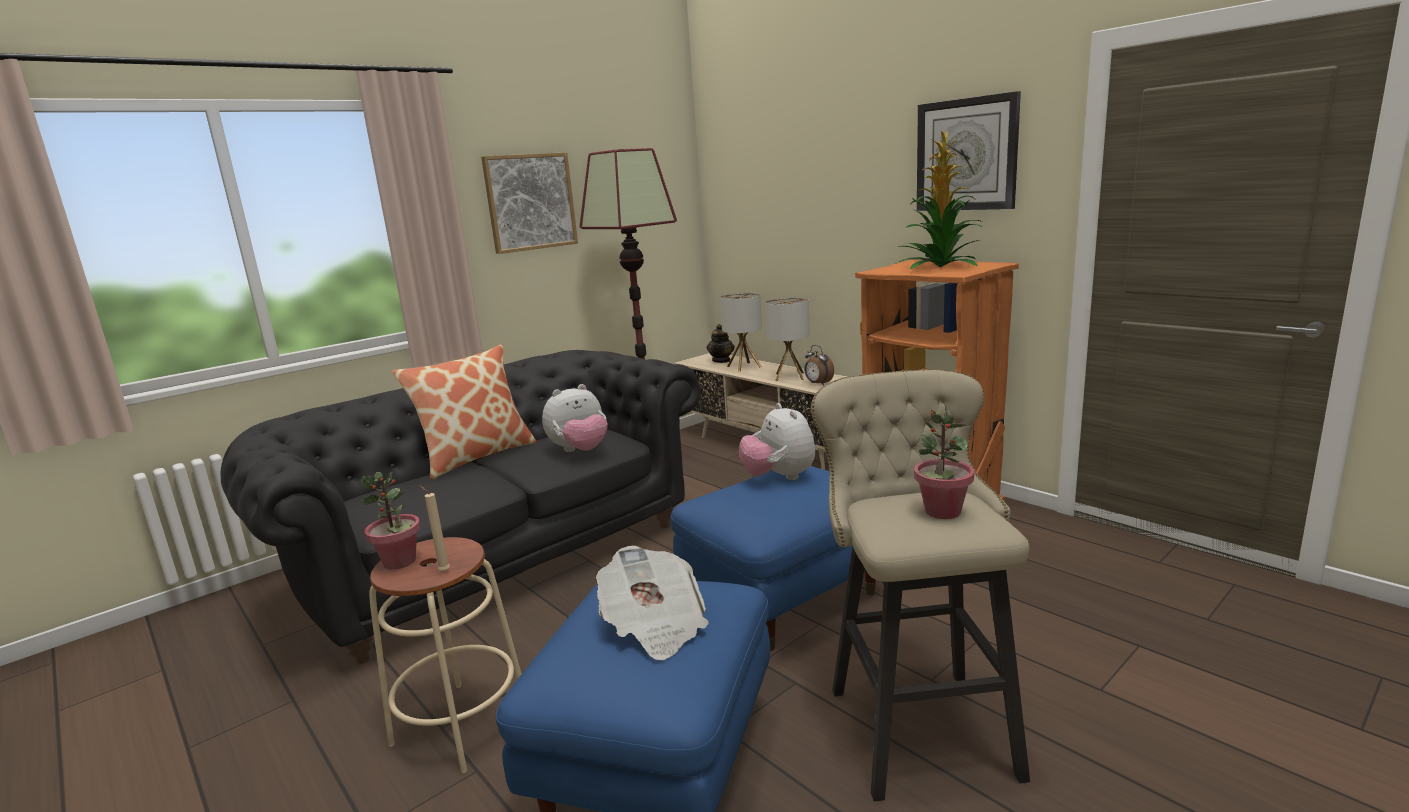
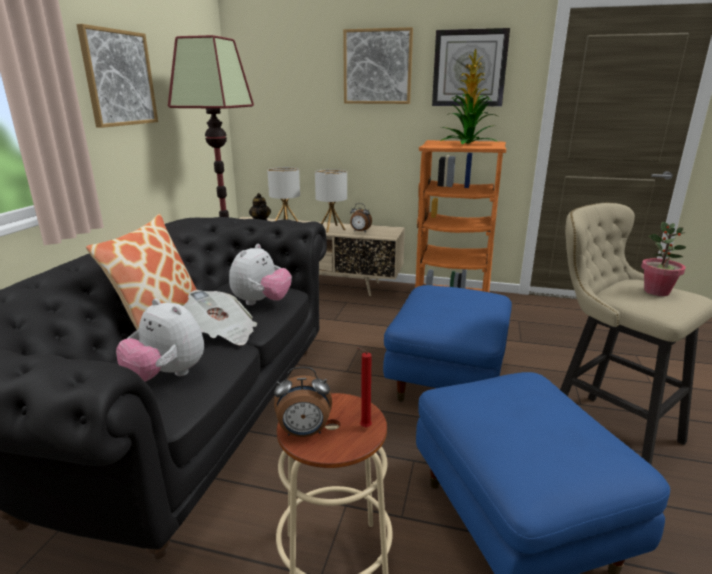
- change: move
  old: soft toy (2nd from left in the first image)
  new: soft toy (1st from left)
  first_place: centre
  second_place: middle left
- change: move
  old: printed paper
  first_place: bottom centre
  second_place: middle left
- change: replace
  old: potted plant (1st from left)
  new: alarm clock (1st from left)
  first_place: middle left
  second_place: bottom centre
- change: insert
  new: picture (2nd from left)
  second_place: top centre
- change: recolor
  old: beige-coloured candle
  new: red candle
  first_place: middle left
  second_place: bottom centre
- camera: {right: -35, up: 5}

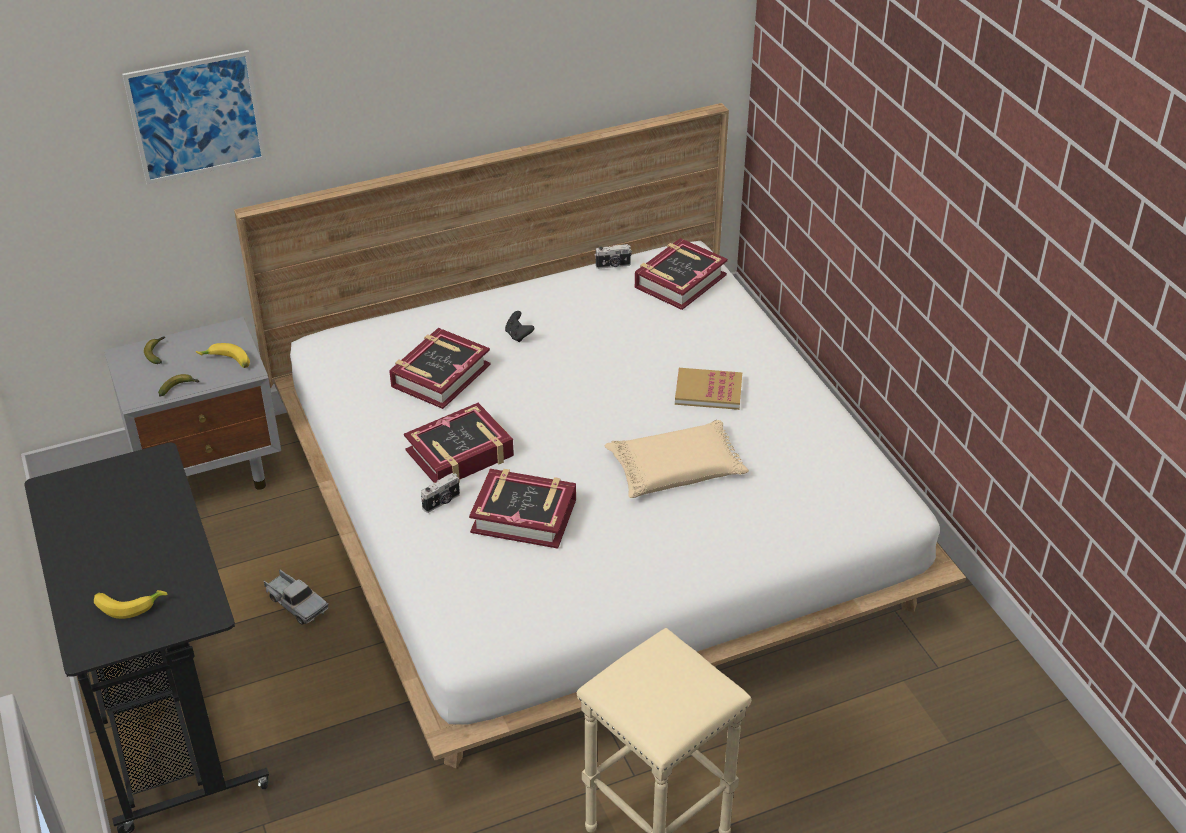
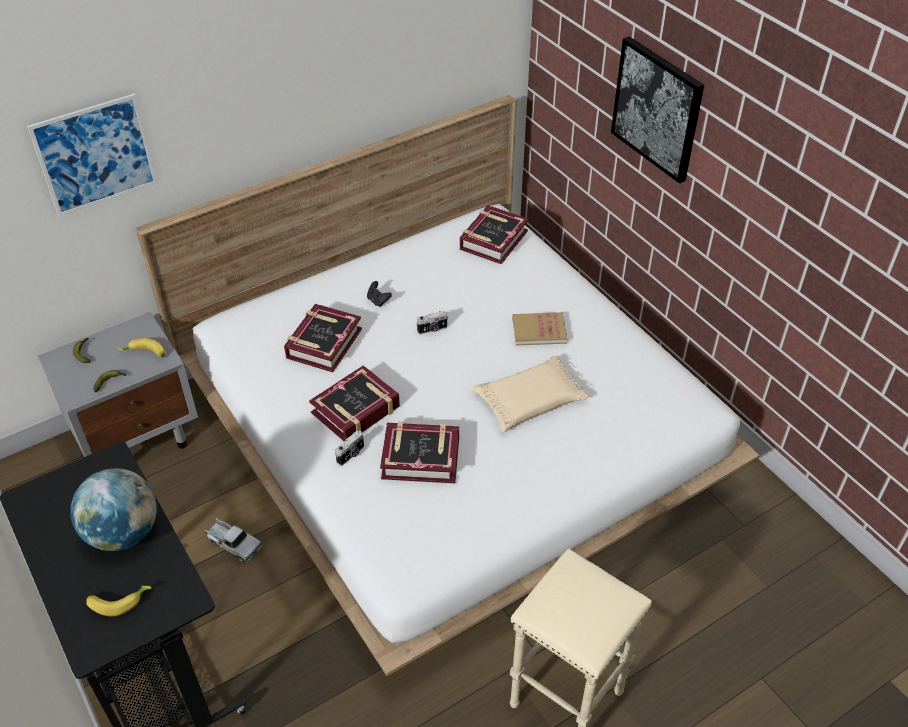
- change: insert
  new: desk globe
  second_place: bottom left
- change: move
  old: photo camera (2nd from left)
  first_place: top centre
  second_place: centre
- change: insert
  new: picture (2nd from left)
  second_place: top right
- camera: {right: -10, up: 5}

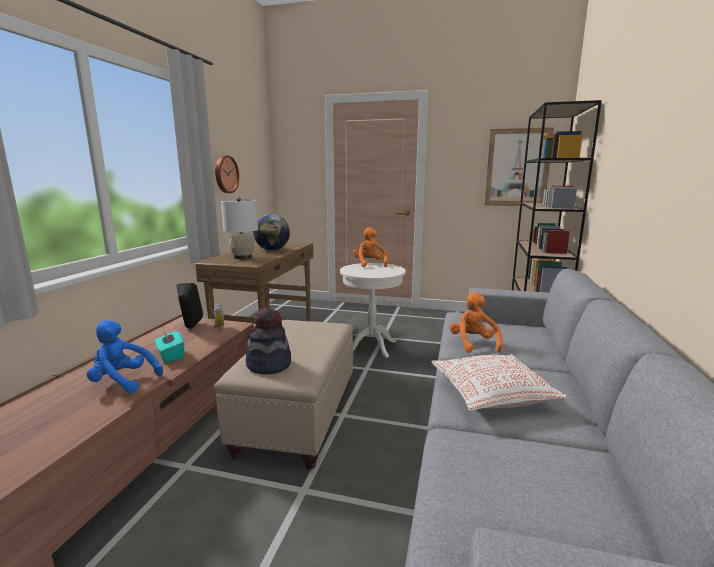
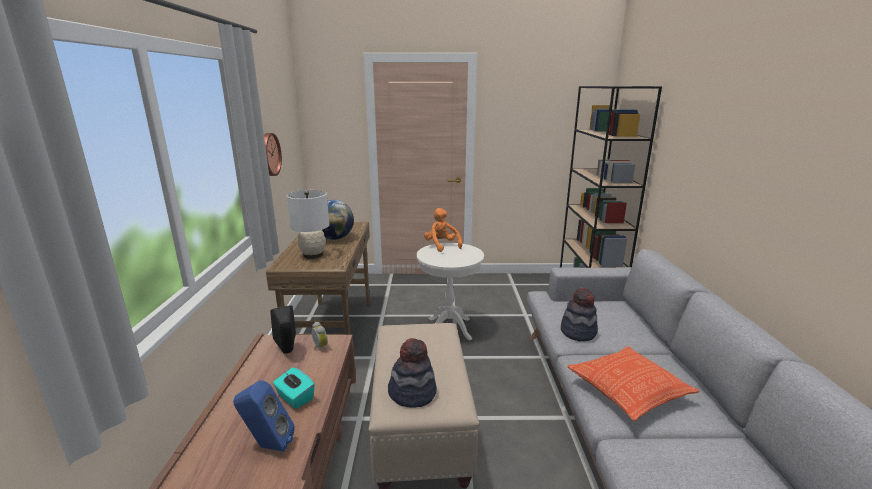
- change: replace
  old: blue soft toy
  new: blue speaker
  first_place: middle left
  second_place: bottom left
- change: replace
  old: orangey soft toy (2nd from left)
  new: clothing hat (2nd from left)
  first_place: middle right
  second_place: centre
- change: recolor
  old: white-coloured pillow
  new: orangey pillow
  first_place: bottom right
  second_place: bottom right
- change: delete
  old: picture
  first_place: top right
- camera: {right: -15, up: 5}

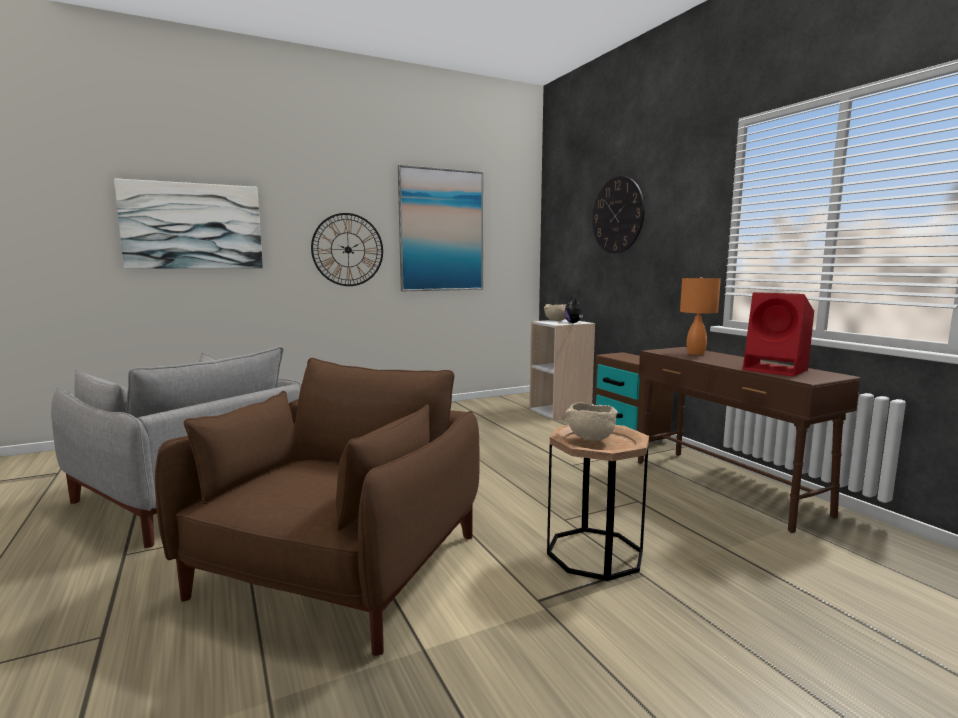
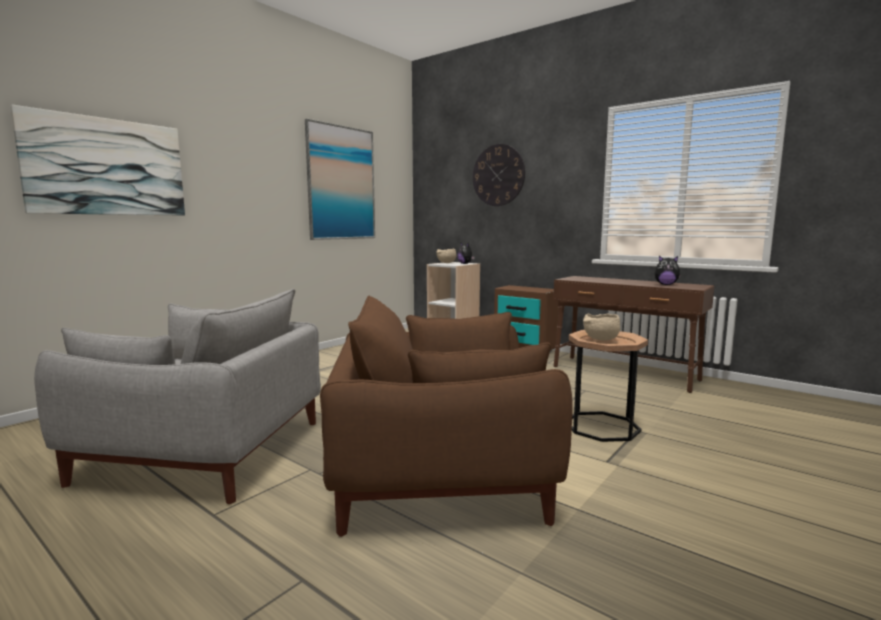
- change: rotate
  old: brown-coloured lounge chair
  first_place: bottom left
  second_place: bottom centre
  degrees: -90
- change: replace
  old: red speaker
  new: soft toy (2nd from left)
  first_place: middle right
  second_place: middle right
- change: delete
  old: wall clock (1st from left)
  first_place: centre
- change: delete
  old: orangey table lamp
  first_place: middle right
- camera: {right: -25, up: 0}

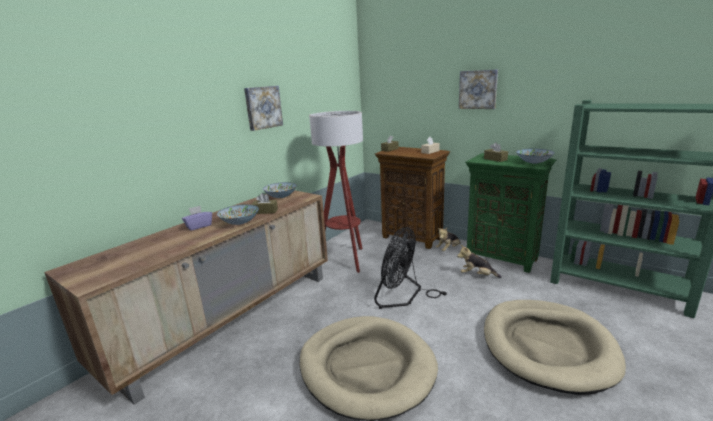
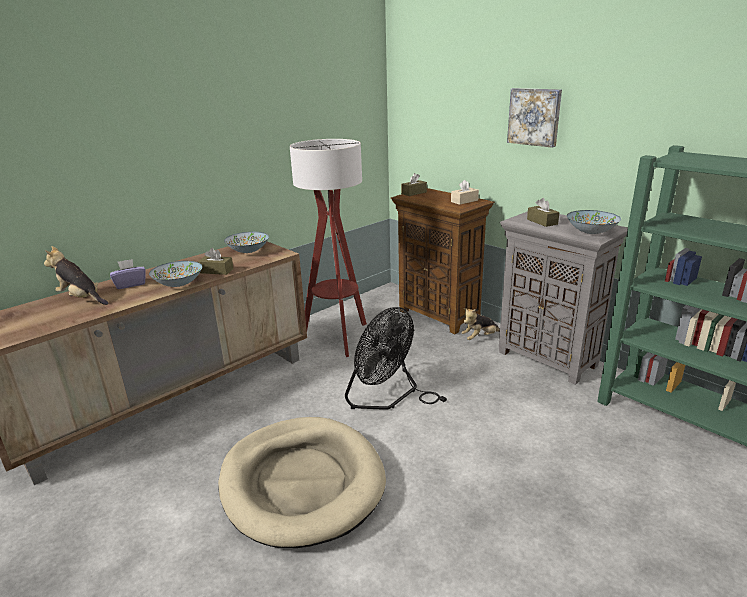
- change: move
  old: soft toy (2nd from left in the first image)
  new: soft toy (1st from left)
  first_place: middle right
  second_place: middle left
- change: recolor
  old: green cupboard
  new: gray cupboard
  first_place: middle right
  second_place: middle right
- change: delete
  old: picture (1st from left)
  first_place: top centre
- change: delete
  old: beige-coloured dog cushion (2nd from left)
  first_place: bottom right
- camera: {right: 10, up: 5}

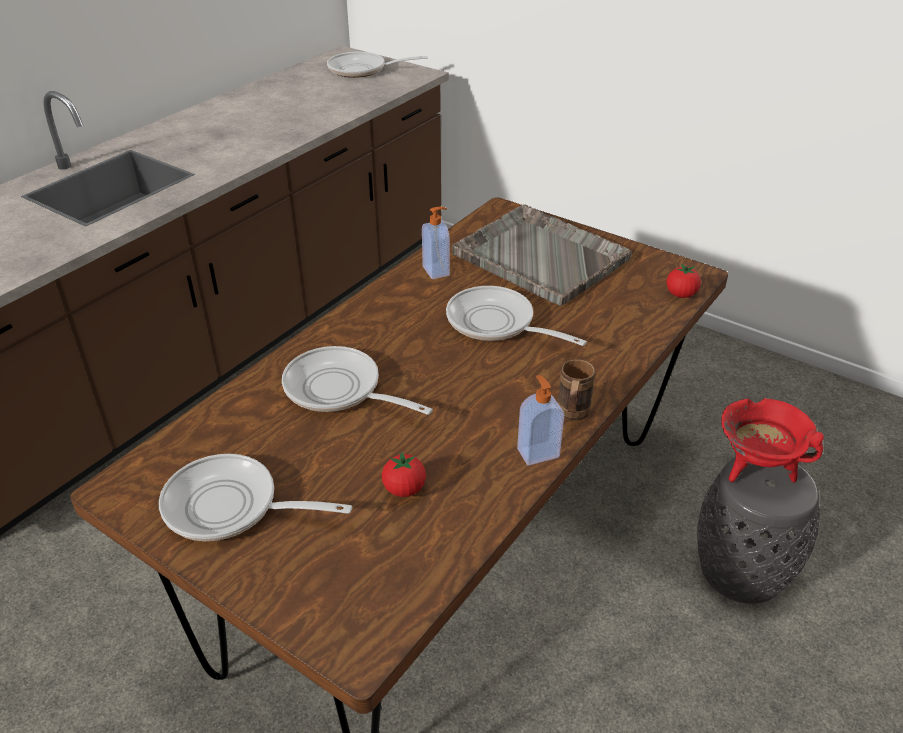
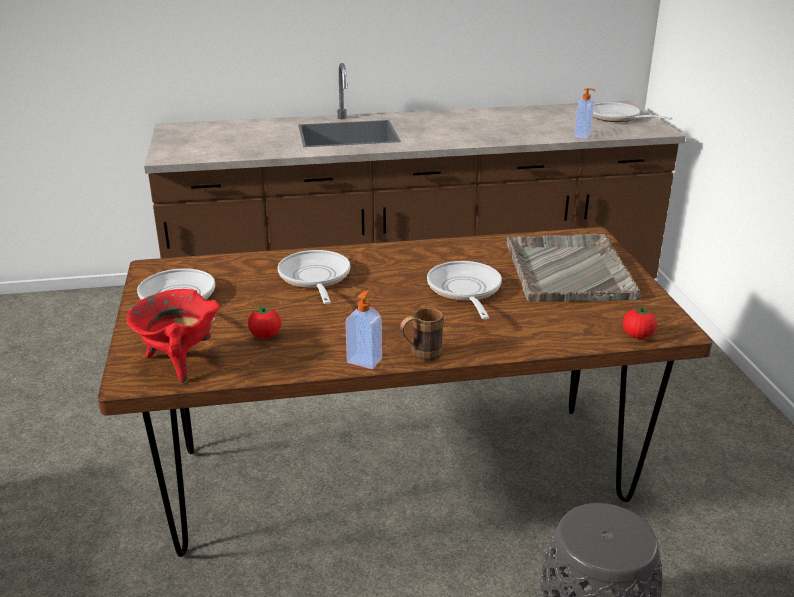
- change: move
  old: red stockpot
  first_place: middle right
  second_place: middle left
- change: move
  old: liquid soap bottle (1st from left in the first image)
  new: liquid soap bottle (2nd from left)
  first_place: top centre
  second_place: top right
- camera: {right: 45, up: -10}

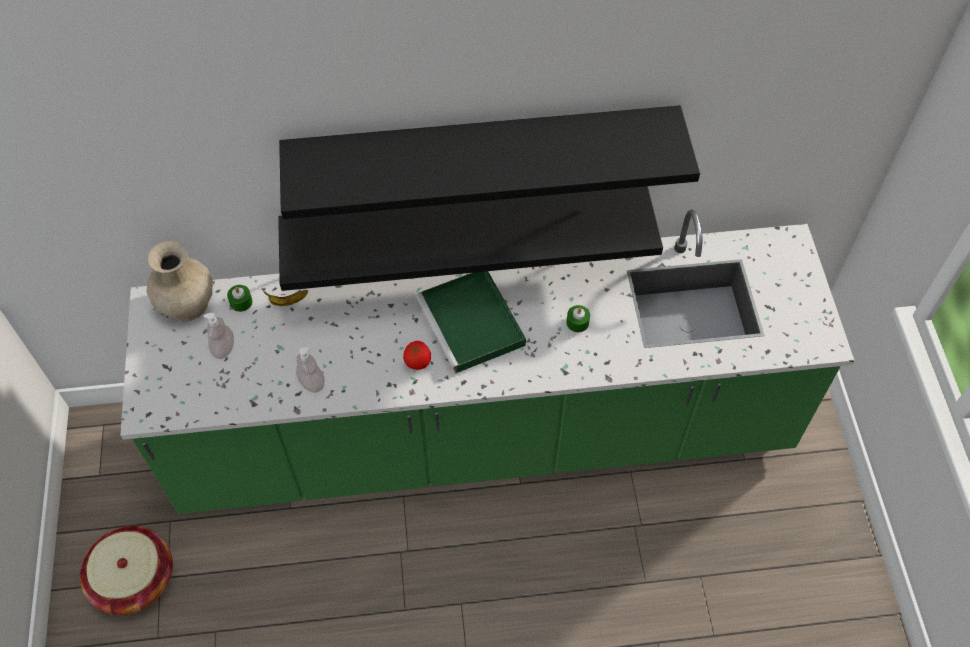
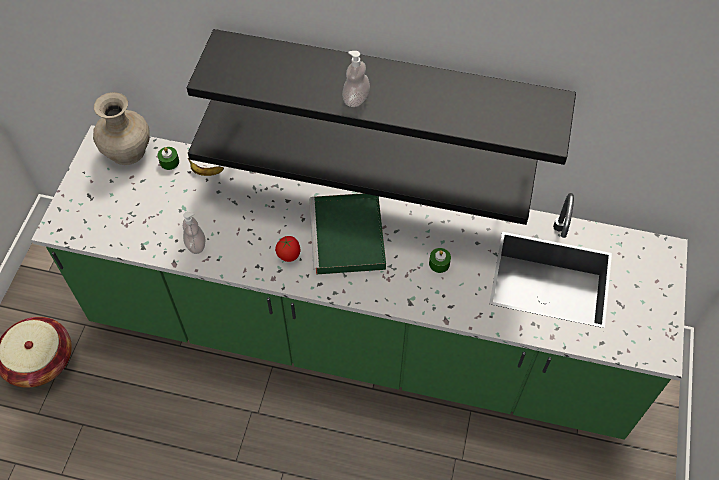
- change: move
  old: liquid soap bottle (1st from left in the first image)
  new: liquid soap bottle (2nd from left)
  first_place: middle left
  second_place: top centre
- camera: {right: 20, up: 0}

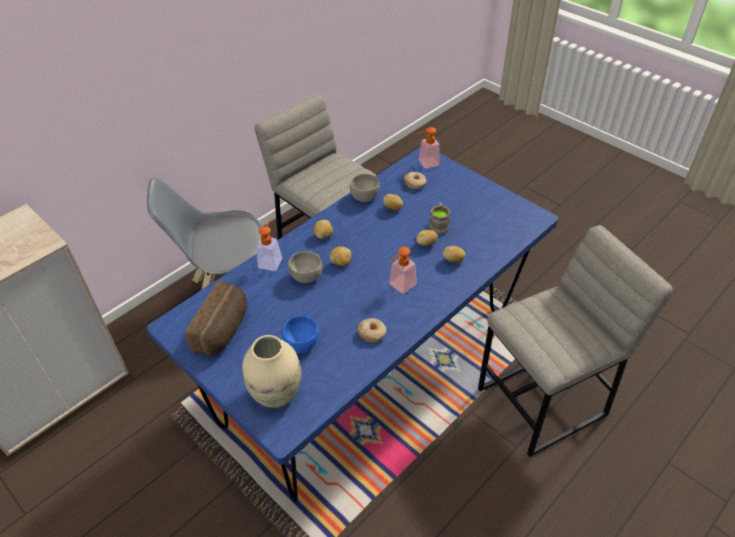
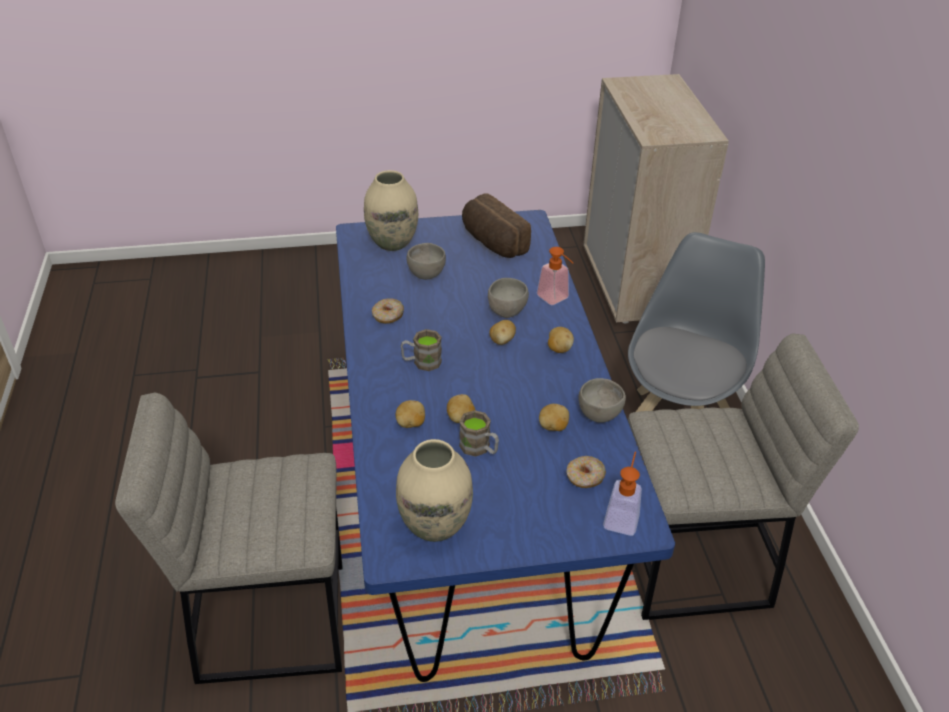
- change: rotate
  old: gray upright chair (3rd from left in the first image)
  first_place: middle right
  second_place: bottom left
  degrees: 75
- change: insert
  new: beige-coloured vase (2nd from left)
  second_place: bottom centre
- change: replace
  old: liquid soap bottle (2nd from left)
  new: brown-coloured coffee mug (1st from left)
  first_place: centre
  second_place: centre
- change: recolor
  old: blue bowl
  new: gray bowl (1st from left)
  first_place: centre
  second_place: centre
- camera: {right: 125, up: -5}

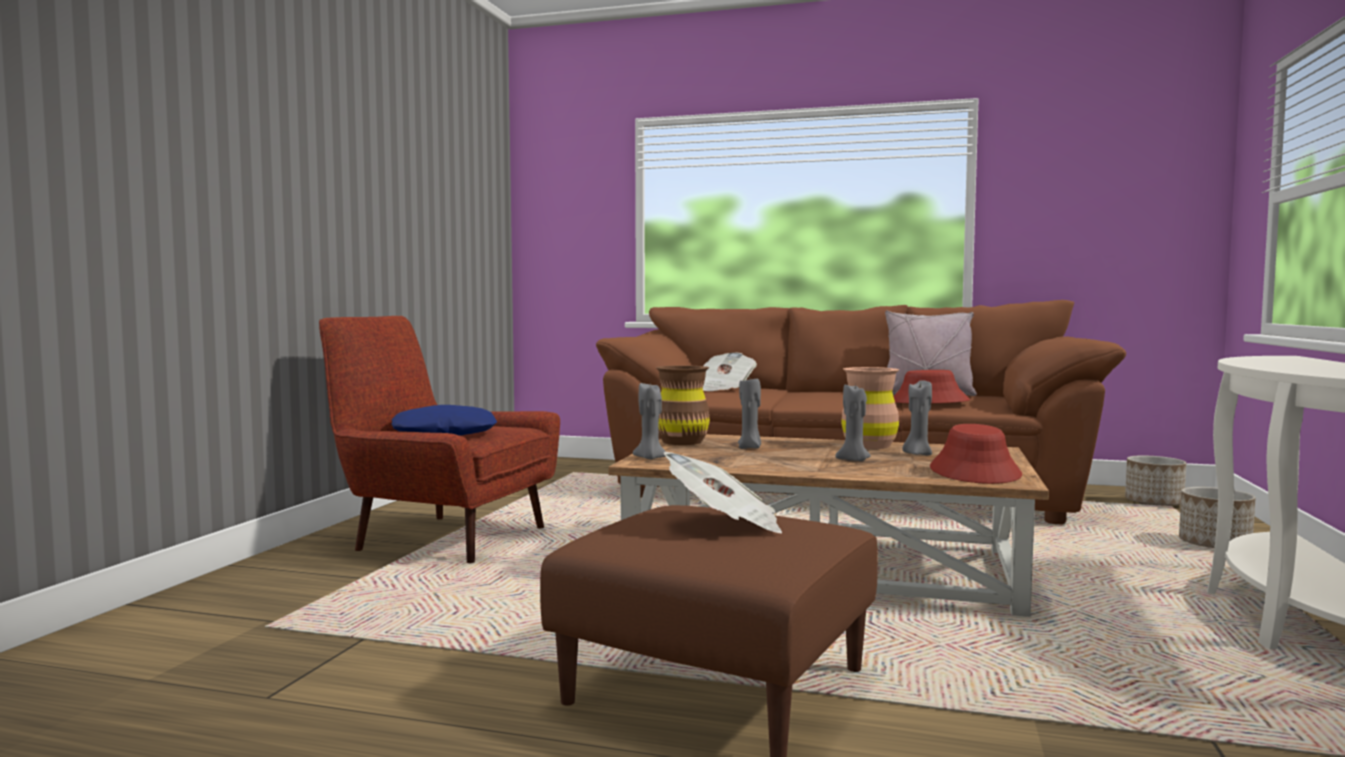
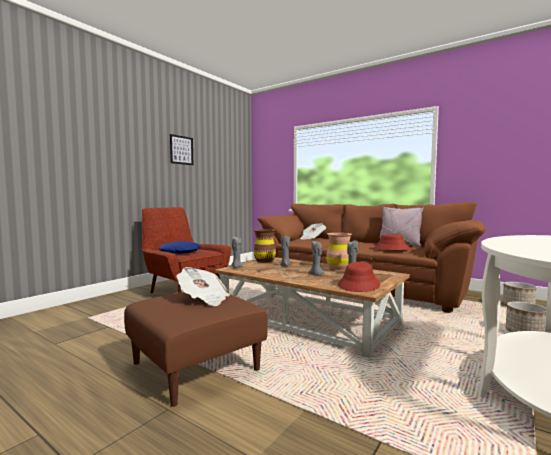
- change: insert
  new: picture
  second_place: top left
- camera: {right: 20, up: 0}

